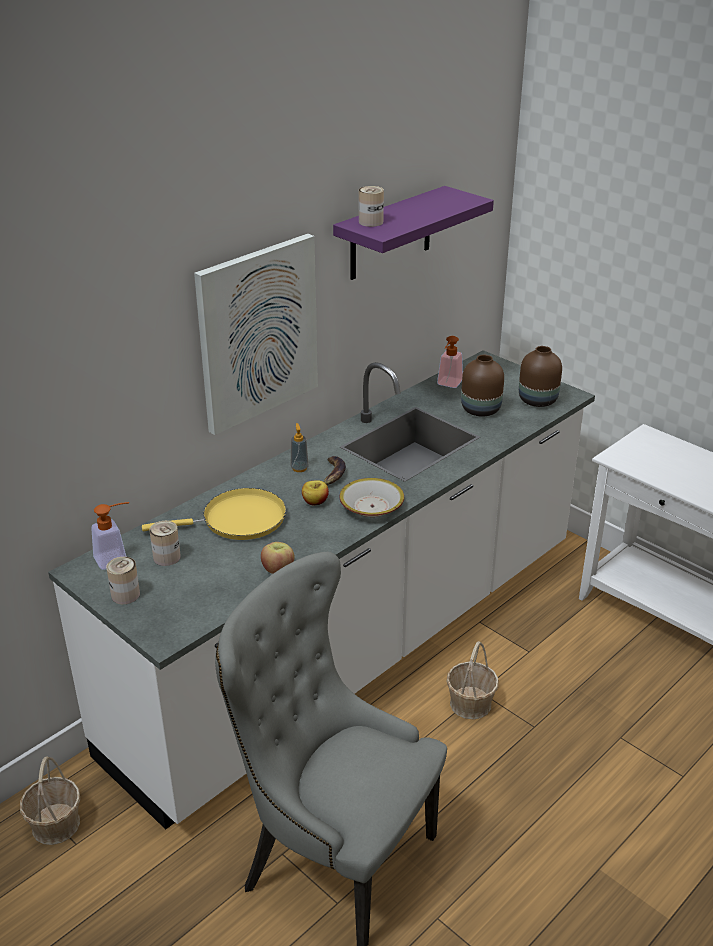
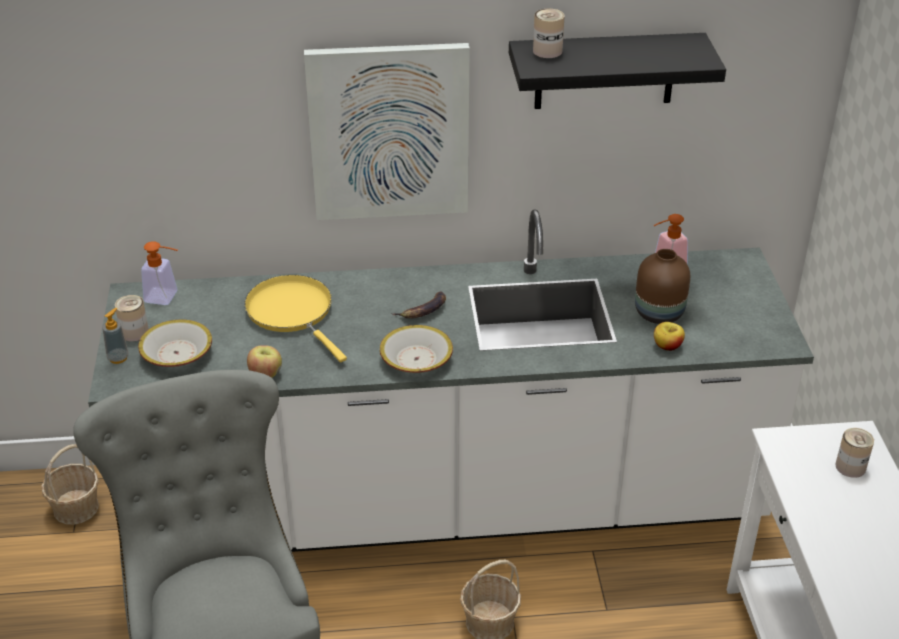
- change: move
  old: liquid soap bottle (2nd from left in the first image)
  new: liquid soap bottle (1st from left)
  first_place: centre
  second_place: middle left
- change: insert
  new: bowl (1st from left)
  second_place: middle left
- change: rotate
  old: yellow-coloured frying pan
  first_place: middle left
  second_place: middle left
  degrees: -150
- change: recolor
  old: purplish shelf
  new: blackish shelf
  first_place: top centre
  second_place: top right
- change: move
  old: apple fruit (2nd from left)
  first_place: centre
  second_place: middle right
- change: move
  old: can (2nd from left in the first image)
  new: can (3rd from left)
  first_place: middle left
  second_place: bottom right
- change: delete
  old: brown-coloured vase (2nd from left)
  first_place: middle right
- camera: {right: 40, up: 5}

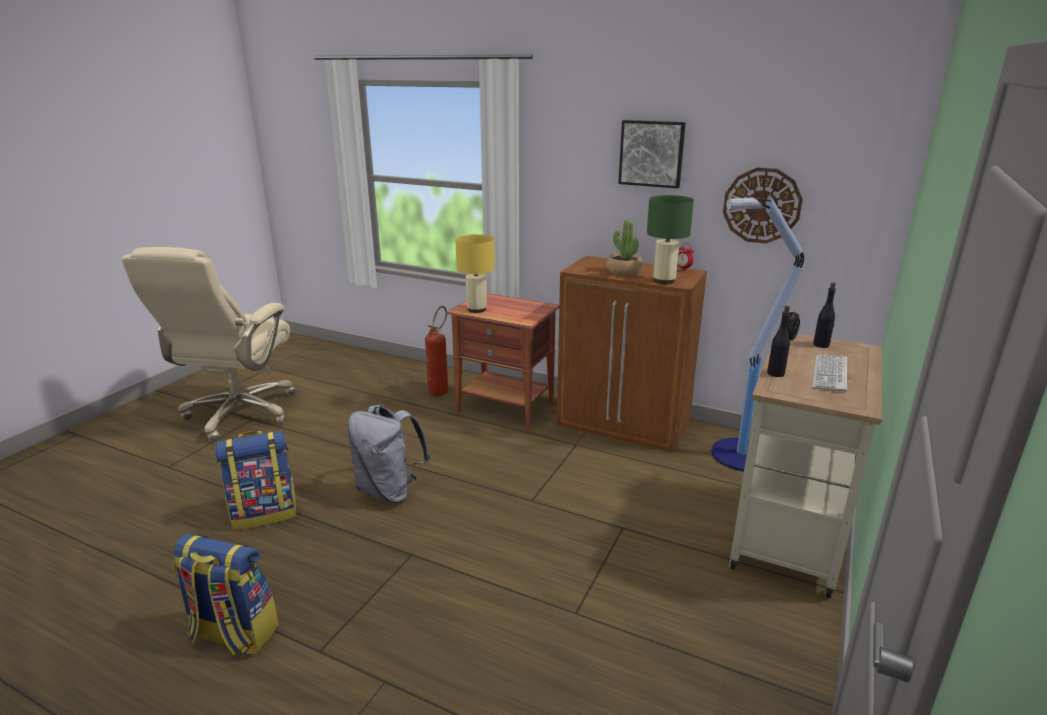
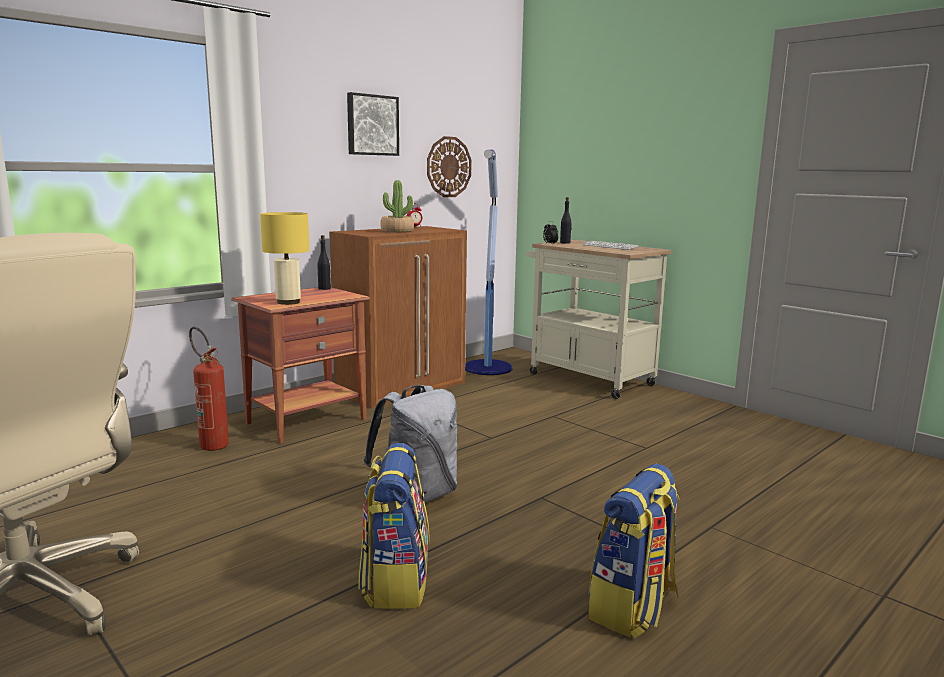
- change: move
  old: blackish bottle (1st from left)
  first_place: middle right
  second_place: centre
- change: delete
  old: green table lamp
  first_place: centre
- camera: {right: -70, up: -10}

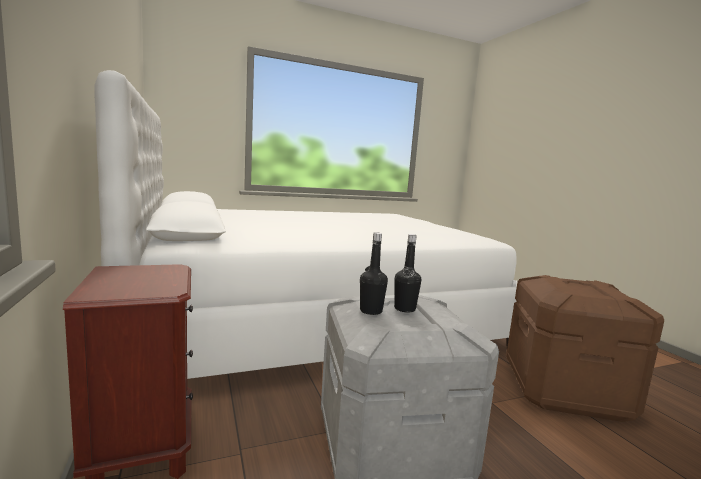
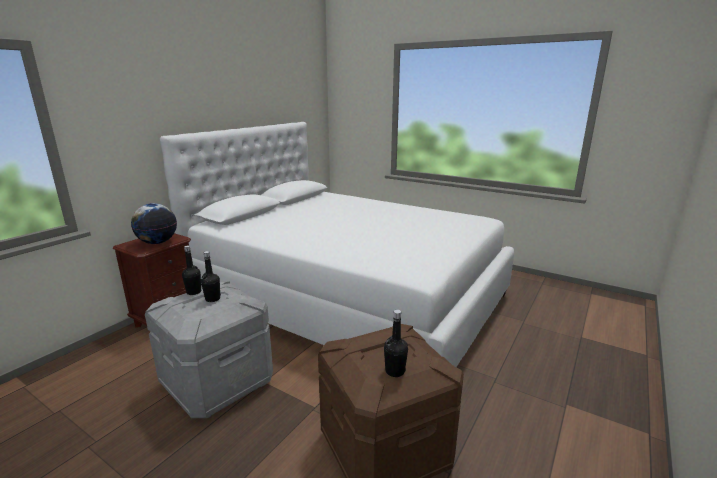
- change: insert
  new: desk globe
  second_place: middle left
- change: insert
  new: blackish bottle (3rd from left)
  second_place: bottom centre
- camera: {right: 55, up: 10}

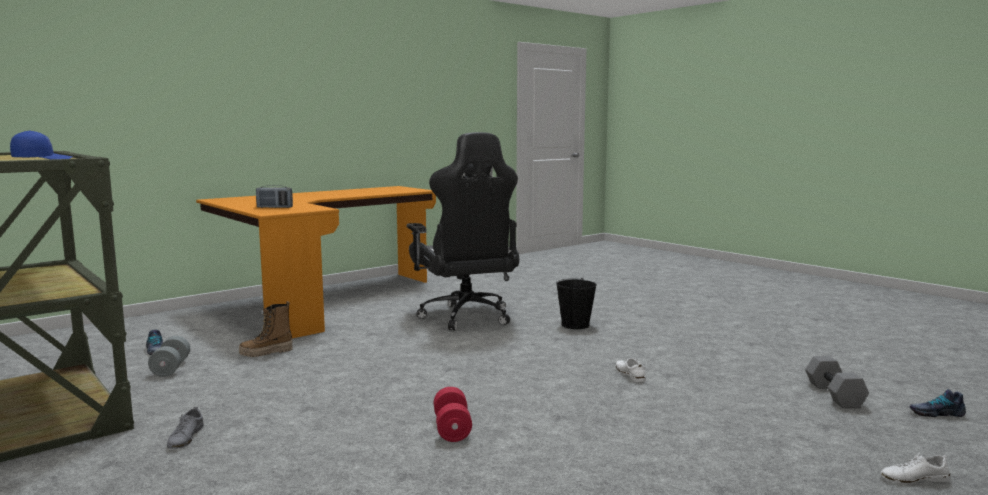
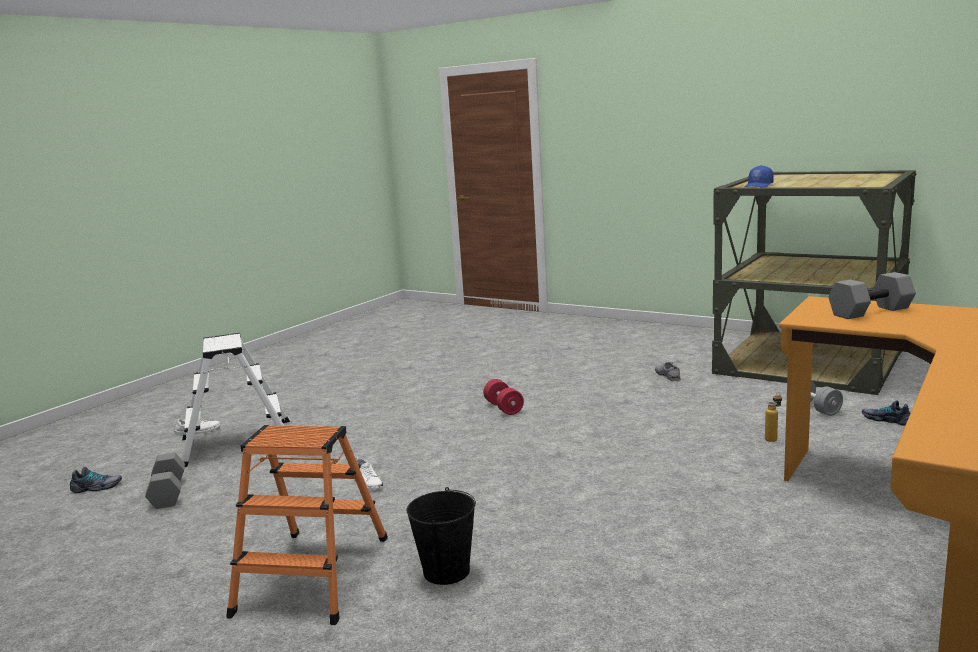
- change: insert
  new: white-coloured stepladder
  second_place: middle left
- change: insert
  new: orangey stepladder
  second_place: bottom left
- change: replace
  old: tall boot
  new: bottle
  first_place: middle left
  second_place: middle right
- change: replace
  old: radio set
  new: gray hand weight (3rd from left)
  first_place: middle left
  second_place: middle right
- change: delete
  old: blackish desk chair
  first_place: centre
- camera: {right: 165, up: 5}

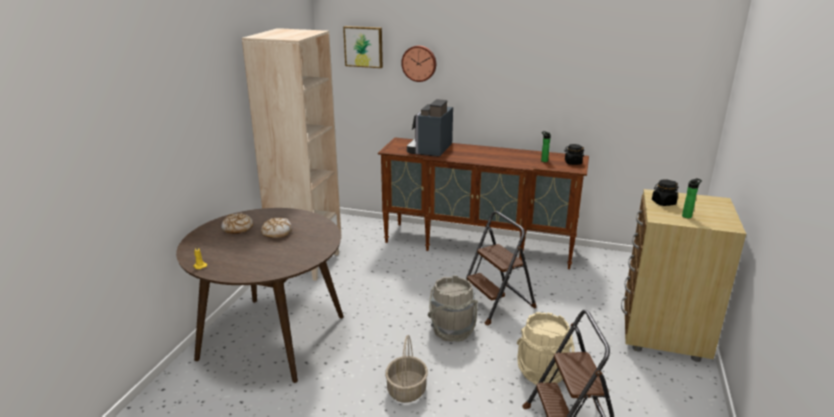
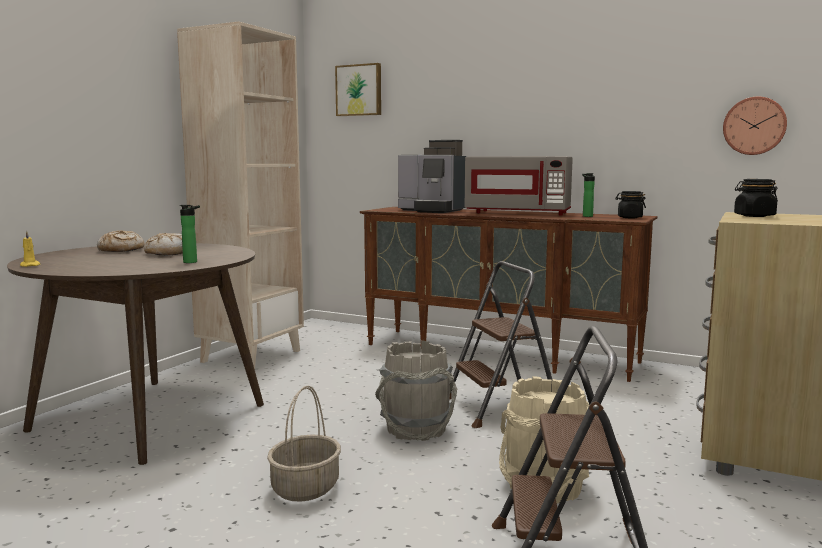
- change: move
  old: bottle (2nd from left in the first image)
  new: bottle (1st from left)
  first_place: middle right
  second_place: middle left
- change: rotate
  old: coffee maker
  first_place: top centre
  second_place: top centre
  degrees: -90
- change: insert
  new: gray microwave
  second_place: centre
- change: move
  old: wall clock
  first_place: top centre
  second_place: top right
- camera: {right: 10, up: -15}

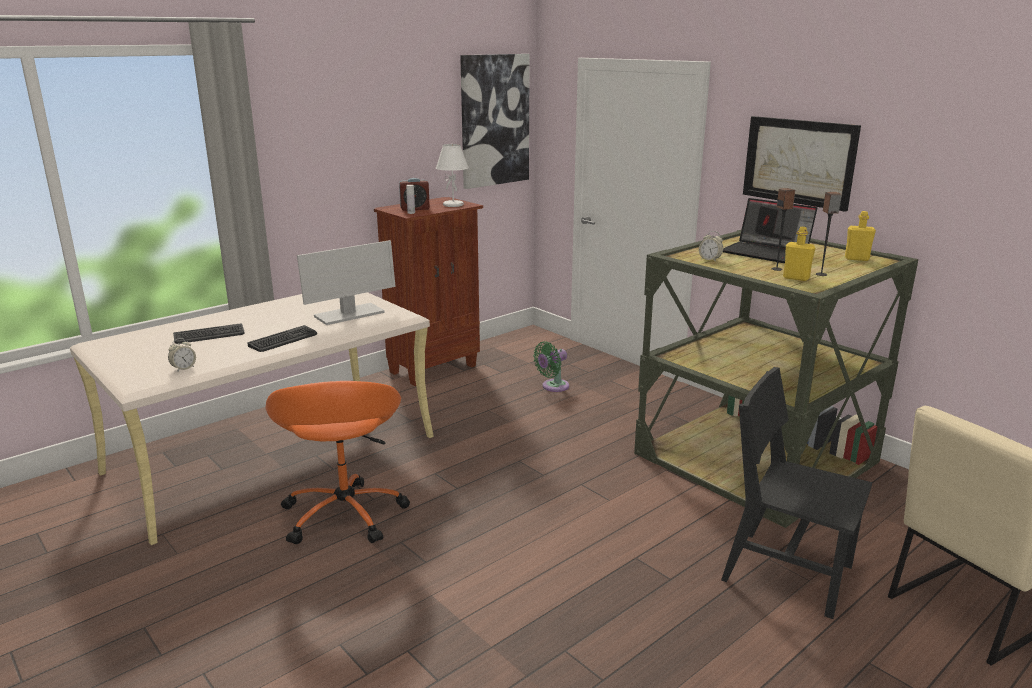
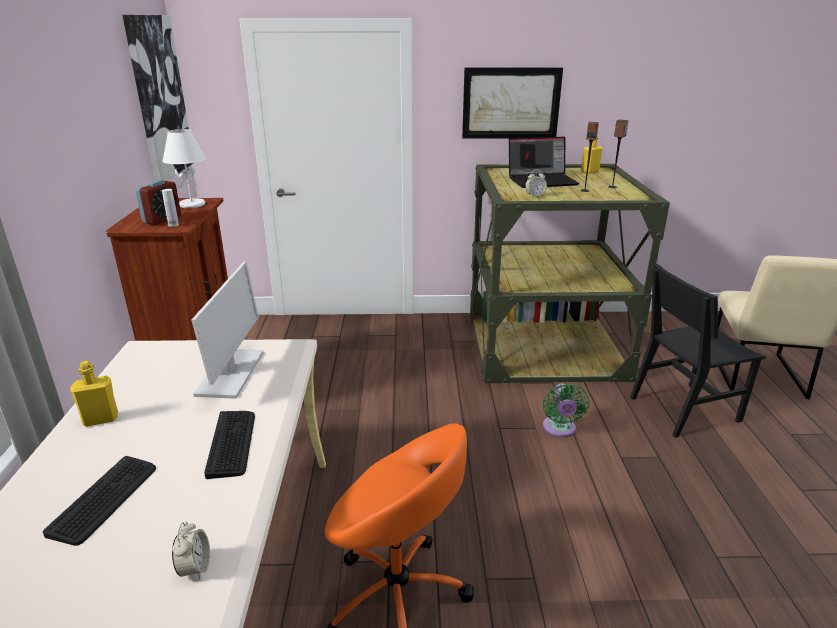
- change: move
  old: yellow-coloured bottle (1st from left)
  first_place: middle right
  second_place: middle left
- change: move
  old: green electric fan
  first_place: centre
  second_place: middle right
- camera: {right: -50, up: 5}

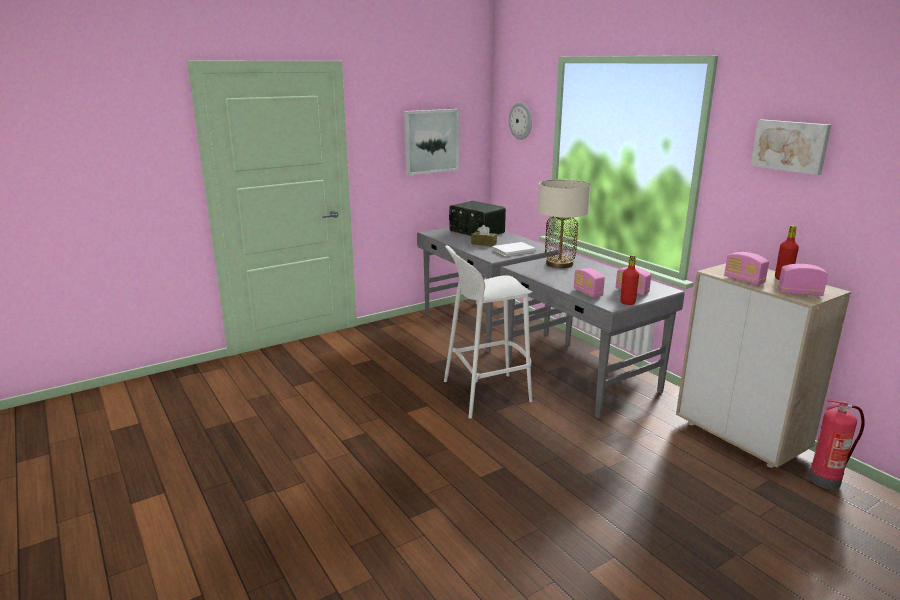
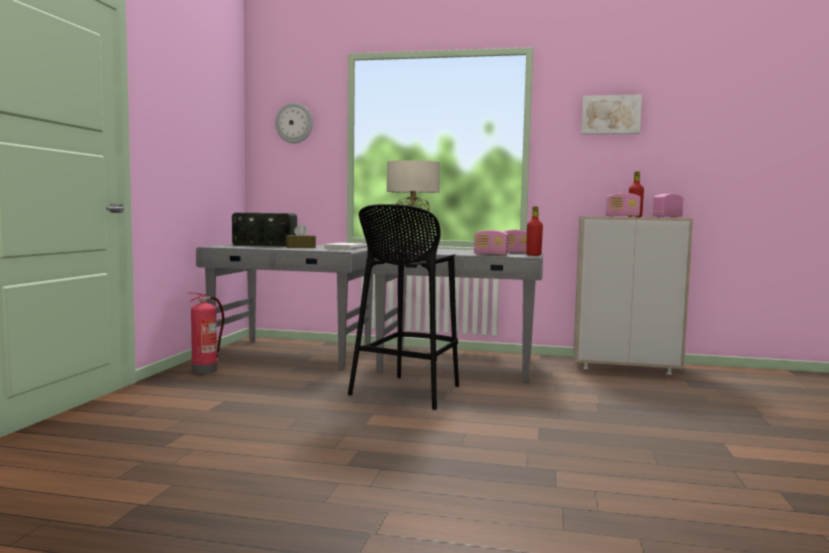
- change: move
  old: fire-fighting cylinder
  first_place: bottom right
  second_place: middle left
- change: recolor
  old: white-coloured sitting stool
  new: blackish sitting stool
  first_place: centre
  second_place: centre
- change: delete
  old: picture (1st from left)
  first_place: top centre
- camera: {right: -45, up: -15}

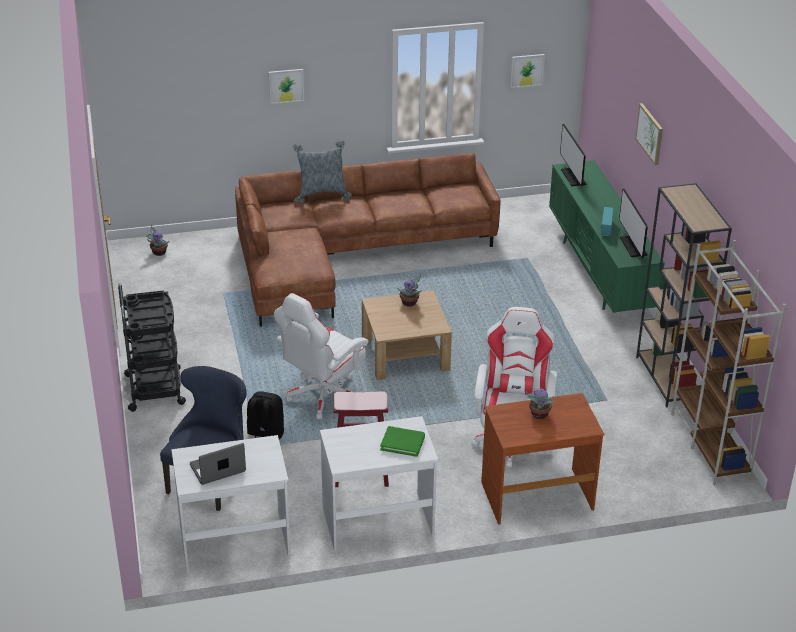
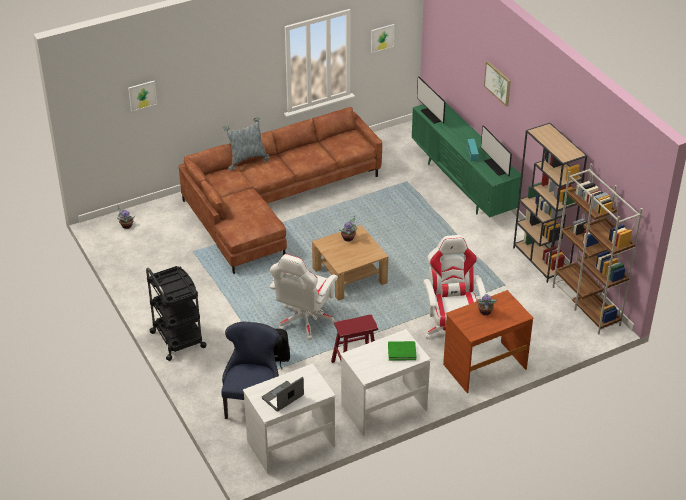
- change: move
  old: picture (1st from left)
  first_place: top centre
  second_place: top left
- camera: {right: -15, up: 5}

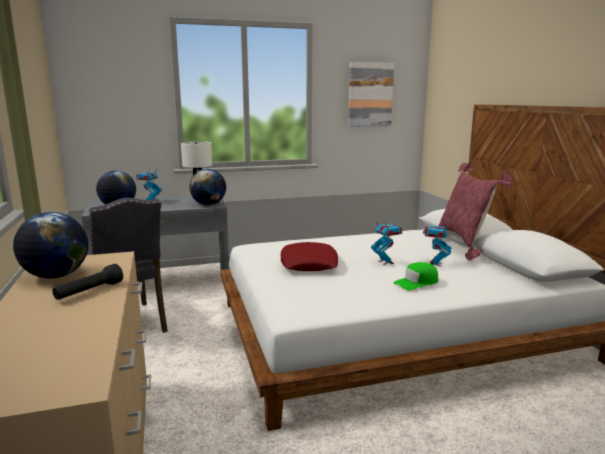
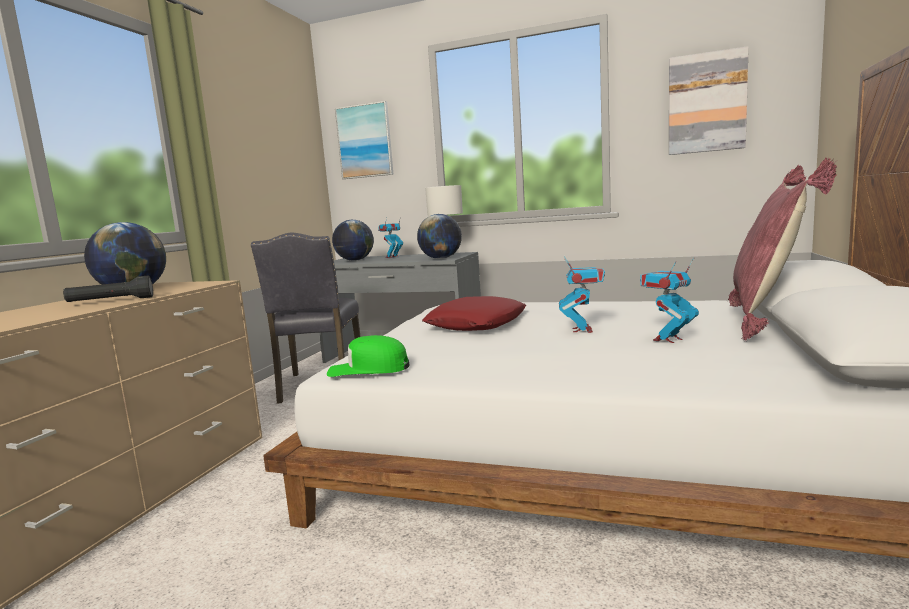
- change: move
  old: green peaked cap
  first_place: middle right
  second_place: centre
- change: insert
  new: picture (1st from left)
  second_place: top centre
- camera: {right: 35, up: -5}

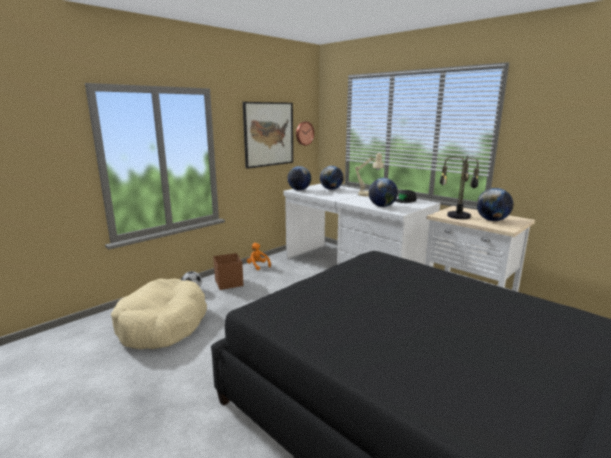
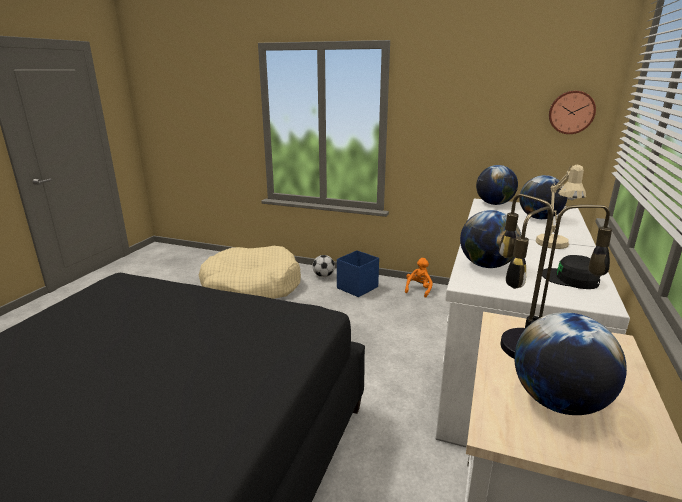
- change: recolor
  old: brown-coloured storage box
  new: blue storage box
  first_place: centre
  second_place: centre
- change: delete
  old: picture
  first_place: top centre
- camera: {right: 65, up: 5}

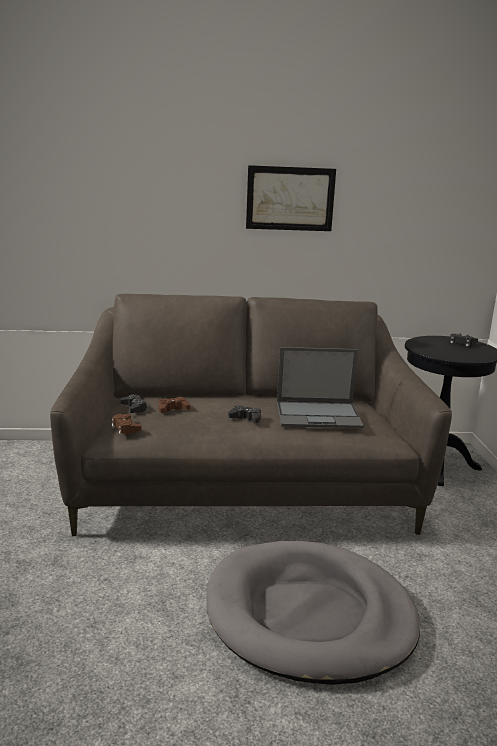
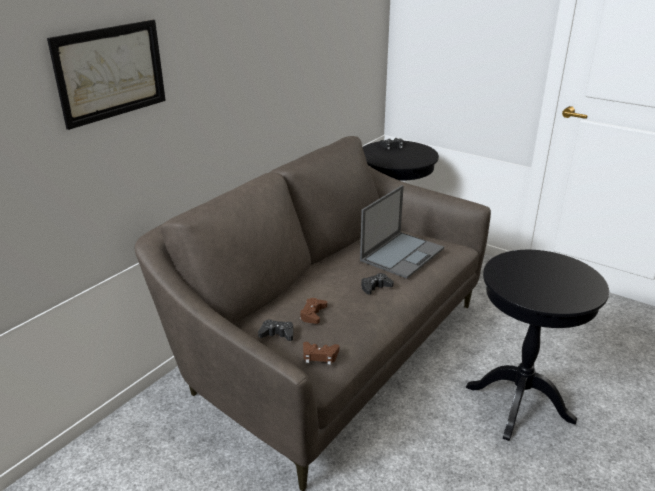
- change: move
  old: picture
  first_place: top centre
  second_place: top left
- change: replace
  old: gray dog cushion
  new: blackish side table (2nd from left)
  first_place: bottom centre
  second_place: bottom right
- camera: {right: -50, up: 10}

